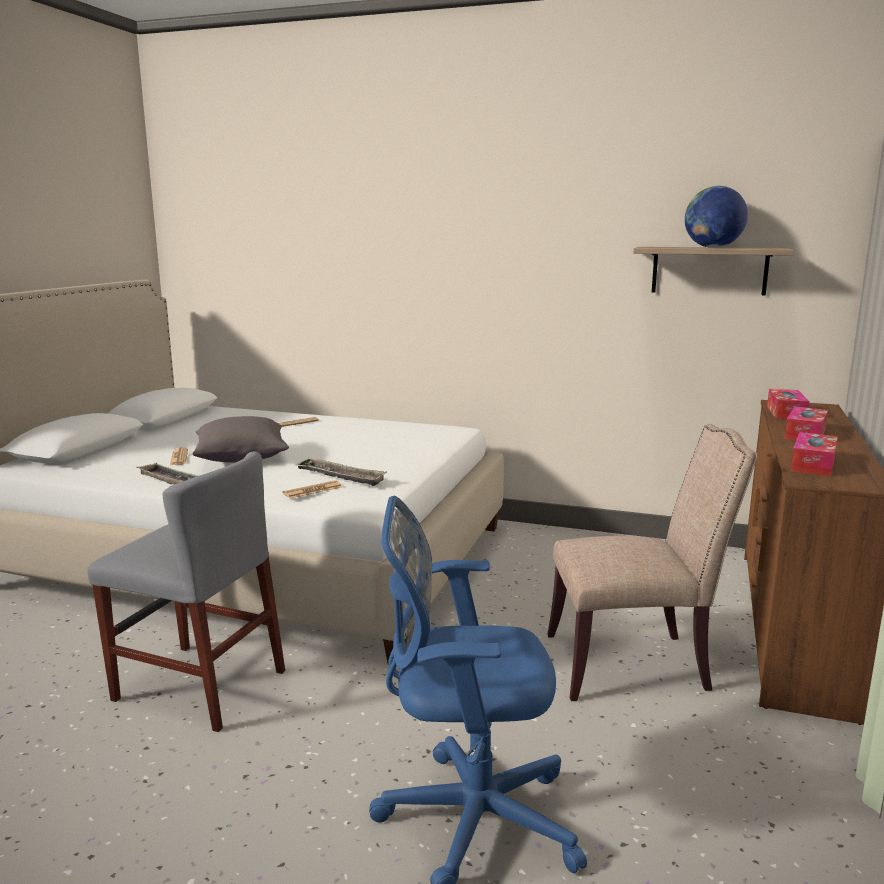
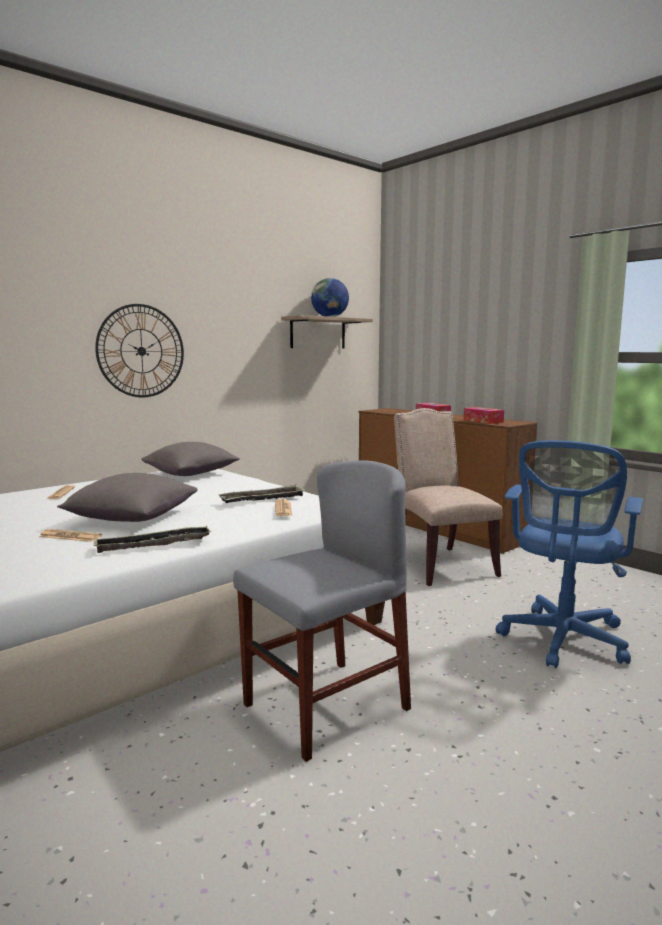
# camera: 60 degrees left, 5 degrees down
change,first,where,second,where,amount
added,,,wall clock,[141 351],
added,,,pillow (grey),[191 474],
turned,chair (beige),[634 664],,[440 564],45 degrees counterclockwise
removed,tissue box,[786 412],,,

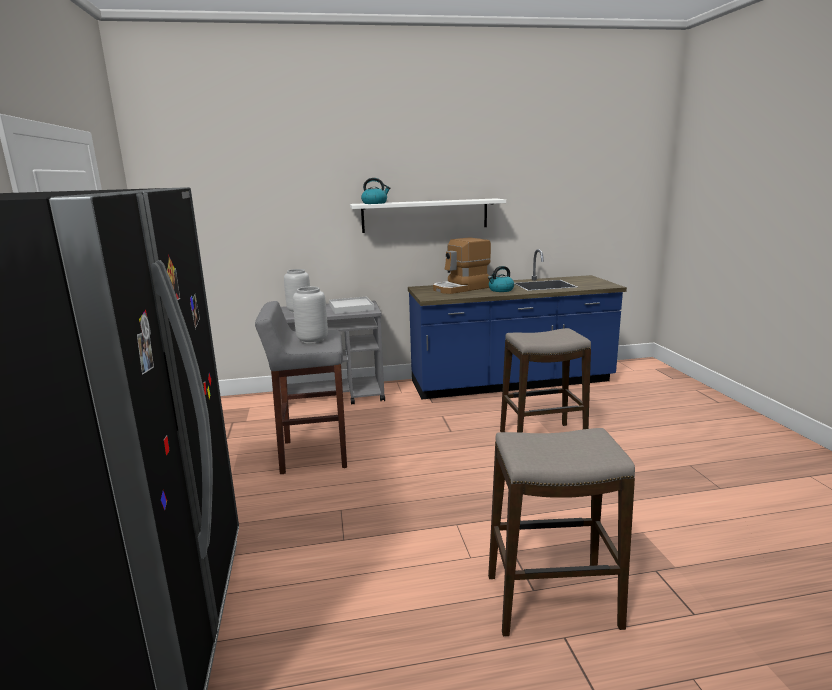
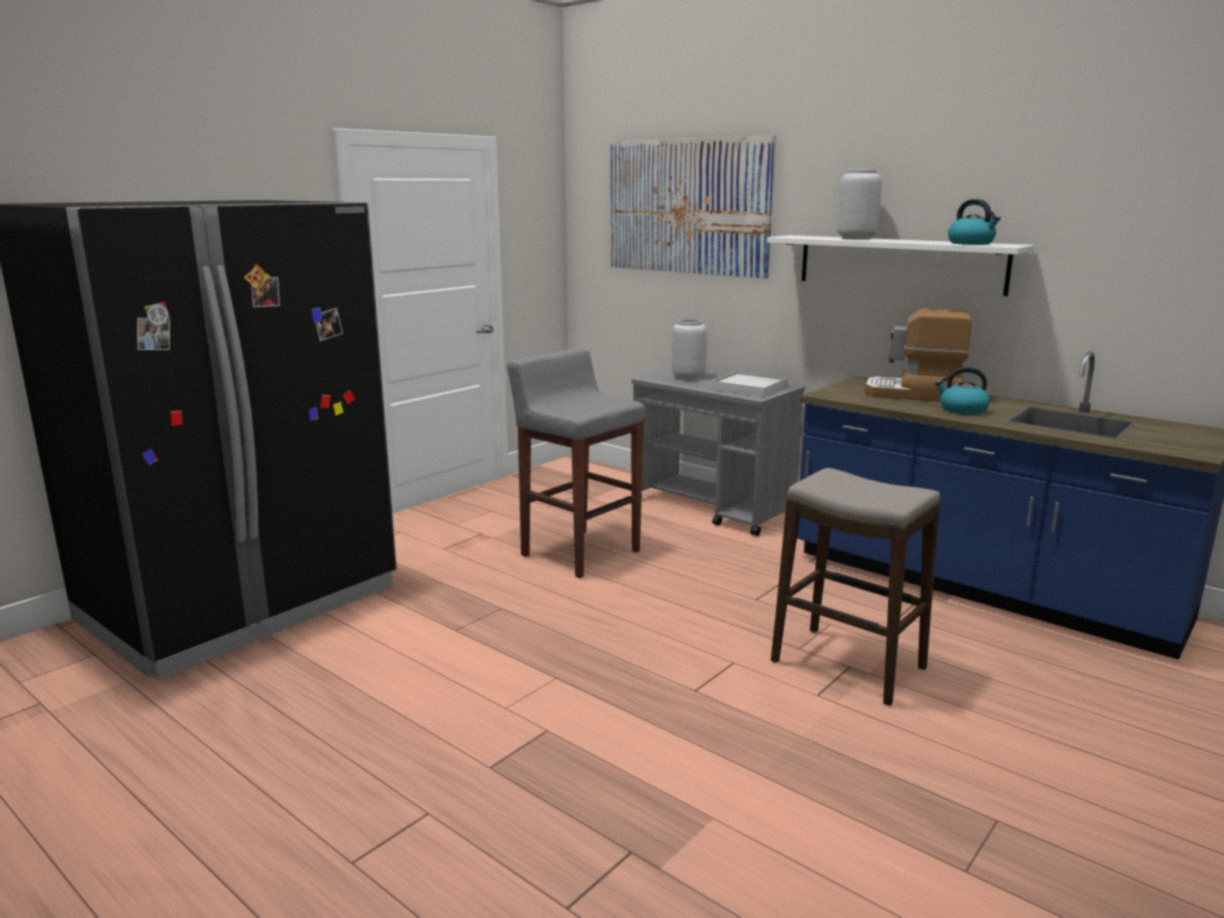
# camera: 50 degrees right, 0 degrees up
change,first,where,second,where,amount
added,,,picture,[687 206],
moved,vase (grey),[312 340],,[856 239],
moved,kettle,[375 203],,[971 243],
removed,stool,[553 602],,,

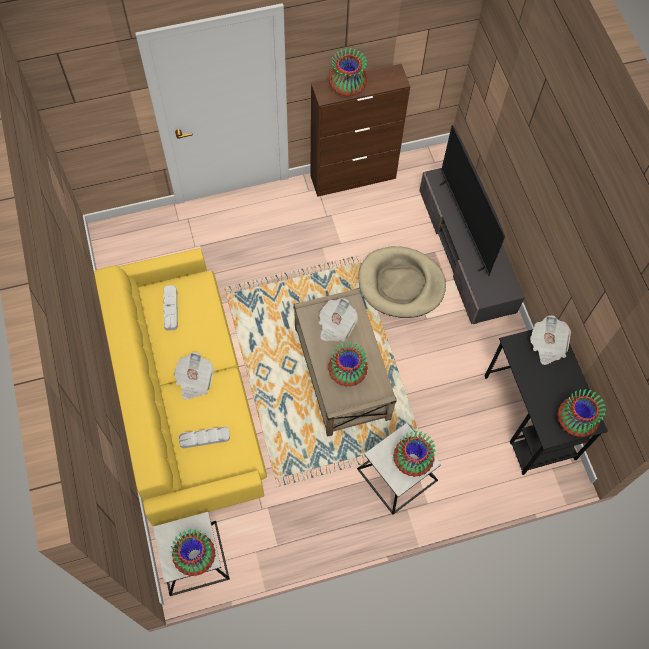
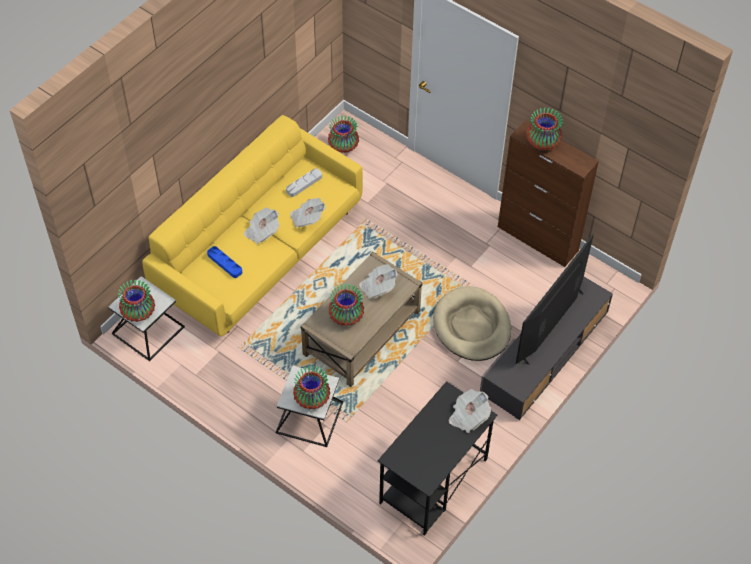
# camera: 55 degrees right, 10 degrees down
change,first,where,second,where,amount
recoloured,tray (grey),[204 438],tray (blue),[224 263],
added,,,newspaper,[307 218],
moved,vase,[574 421],,[343 146],

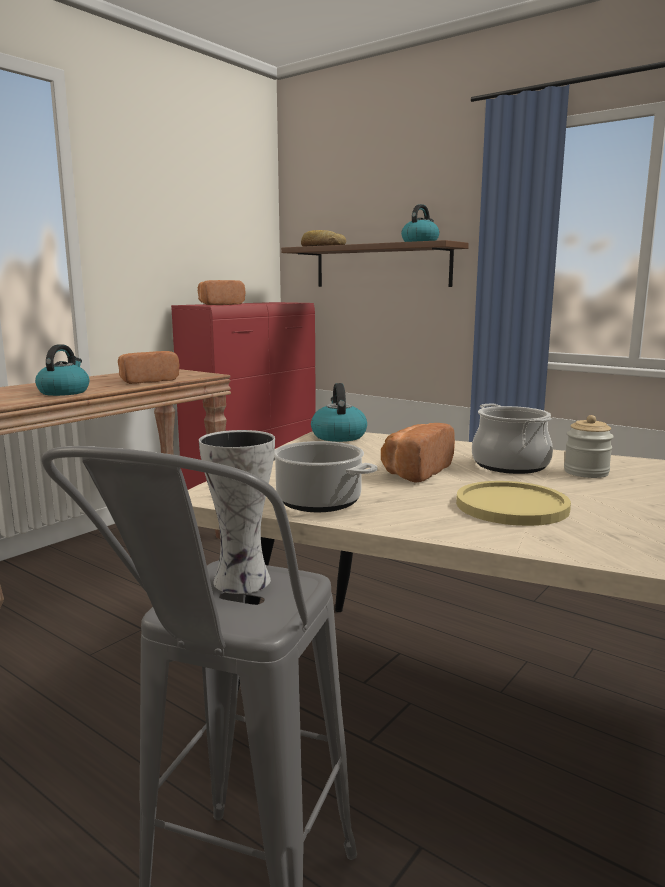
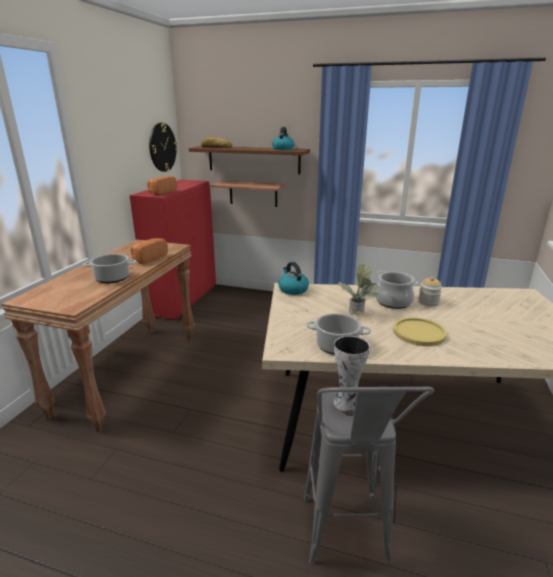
# camera: 20 degrees left, 10 degrees up
change,first,where,second,where,amount
replaced,kettle,[64 392],cooking pot,[112 278],
added,,,wall clock,[162 147],
added,,,shelf,[253 193],
replaced,bread,[414 471],potted plant,[357 314],

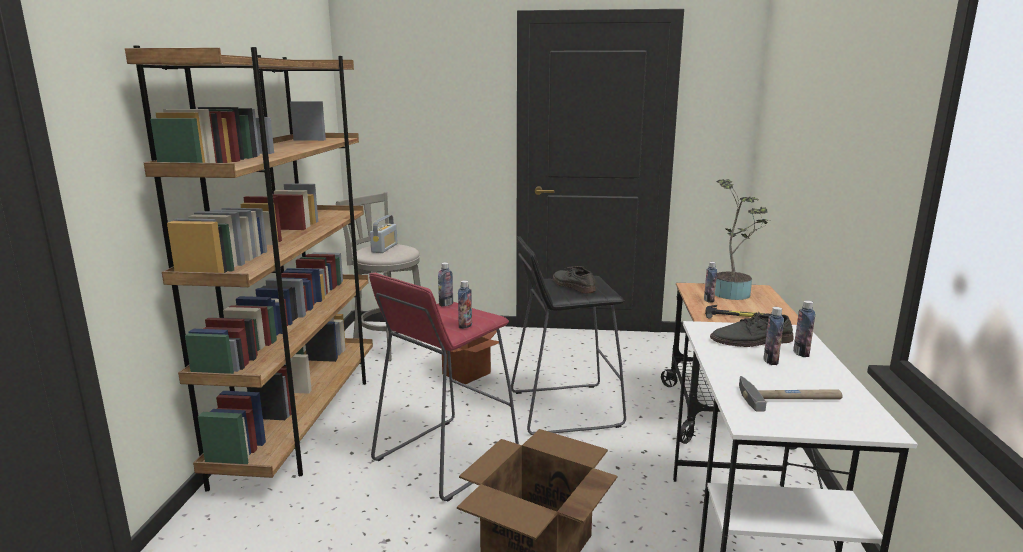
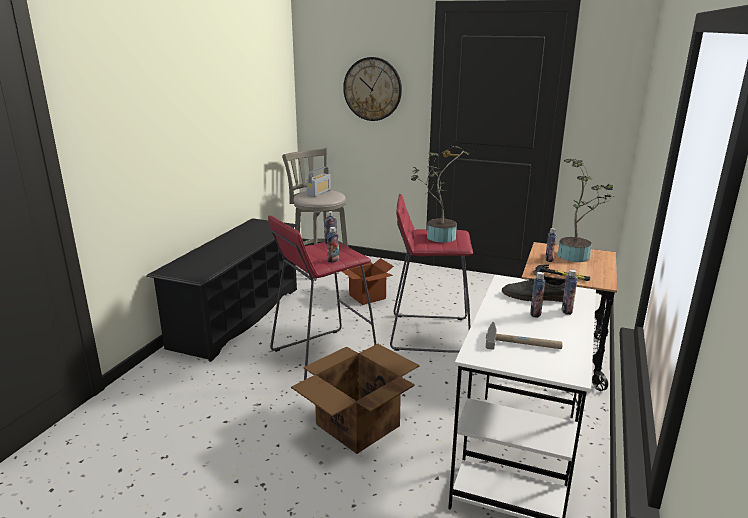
# camera: 15 degrees right, 5 degrees up
change,first,where,second,where,amount
replaced,bookcase (brown),[302 421],shoe rack (black),[236 316],
added,,,wall clock,[372 89],
recoloured,stool (black),[564 408],stool (red),[428 333],
replaced,shoe (grey),[572 285],potted plant,[437 237],

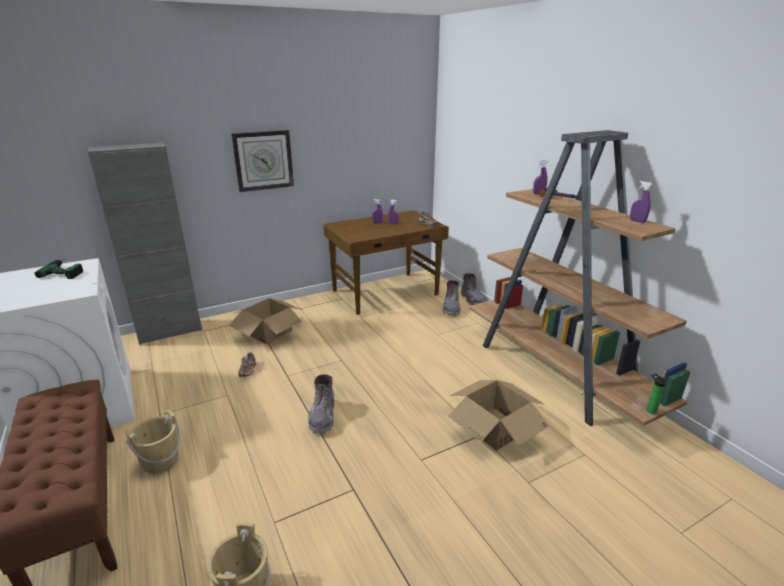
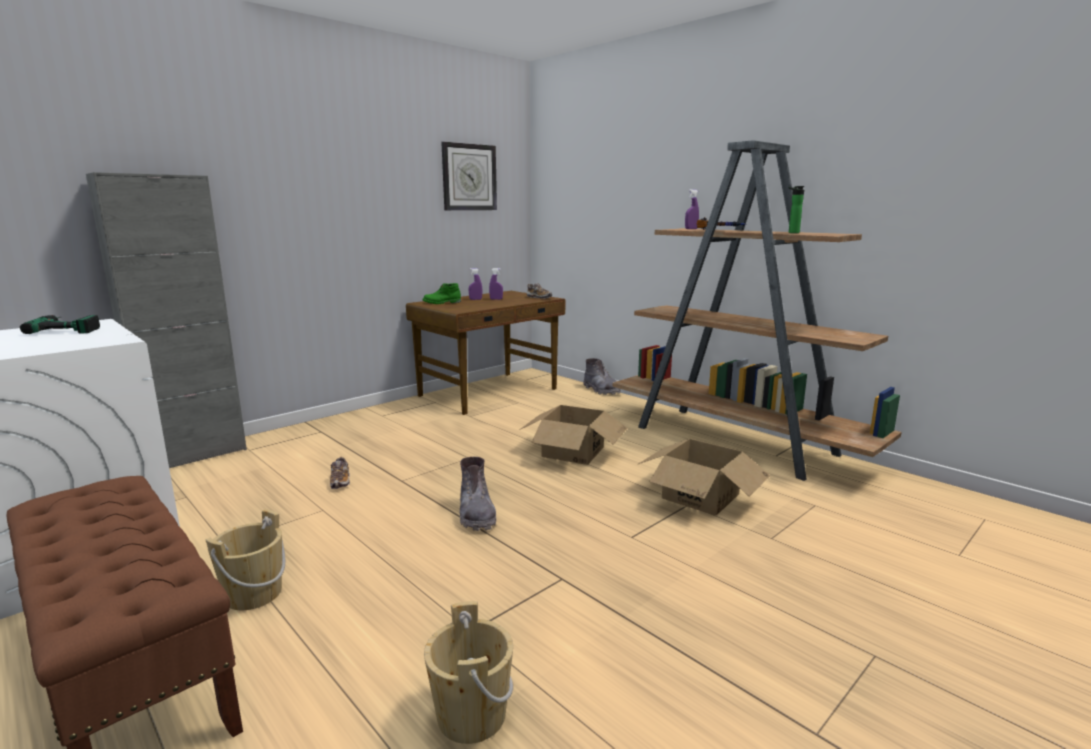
# camera: 15 degrees left, 10 degrees down
change,first,where,second,where,amount
added,,,boot (green),[442 303],
moved,wall clock,[263 160],,[469 177],
moved,cardboard box,[269 332],,[573 451],
moved,bottle,[650 410],,[792 233],
removed,boot (grey),[451 308],,,
removed,spray bottle (purple),[637 221],,,

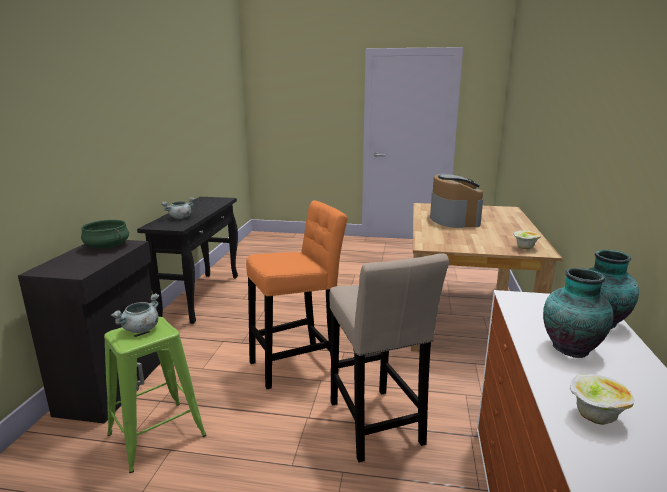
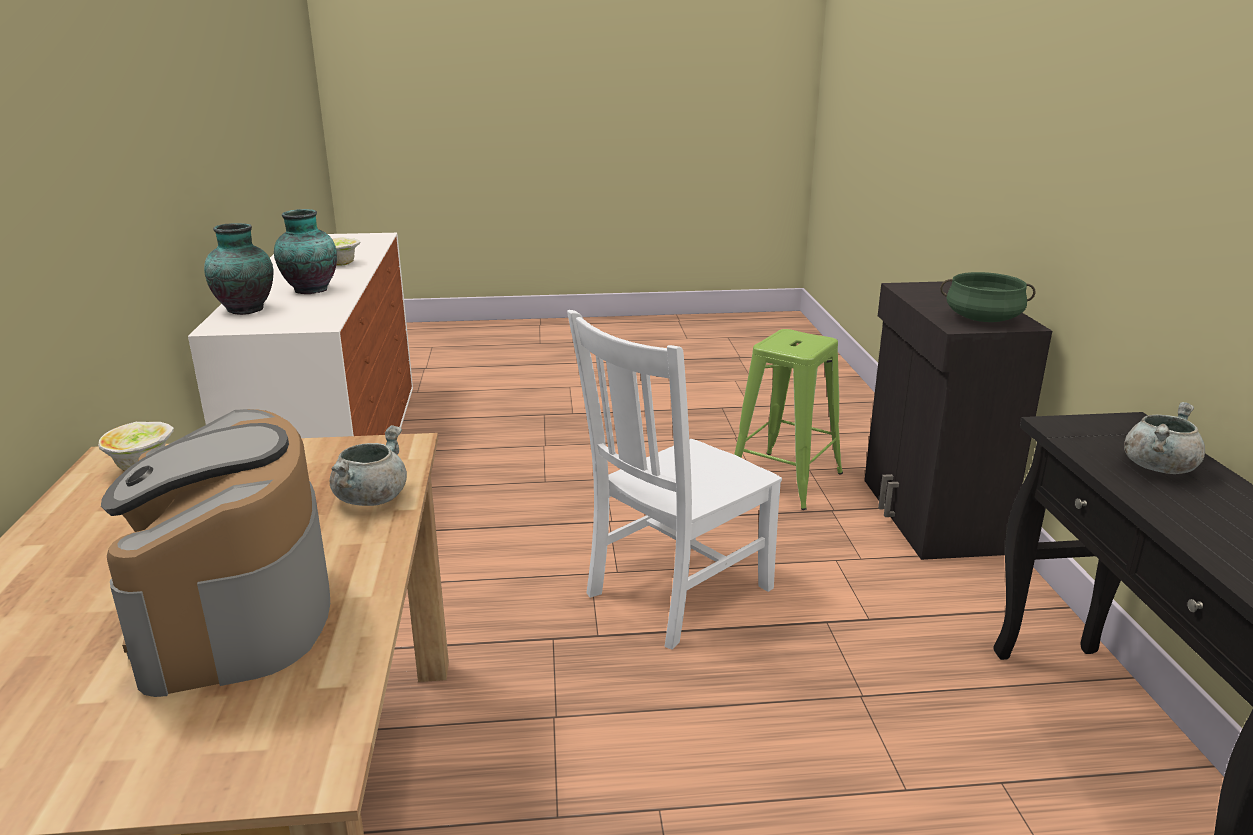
# camera: 165 degrees right, 5 degrees up
change,first,where,second,where,amount
moved,cooking pot (grey),[140 329],,[371 498],
replaced,stool (orange),[298 364],chair (white),[674 593],
removed,stool (beige),[376 427],,,

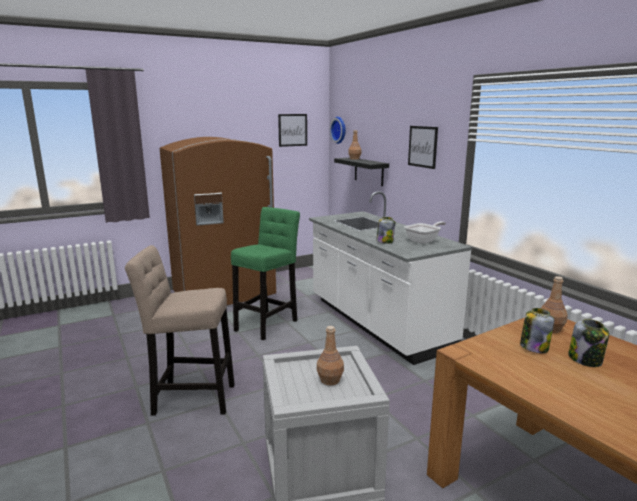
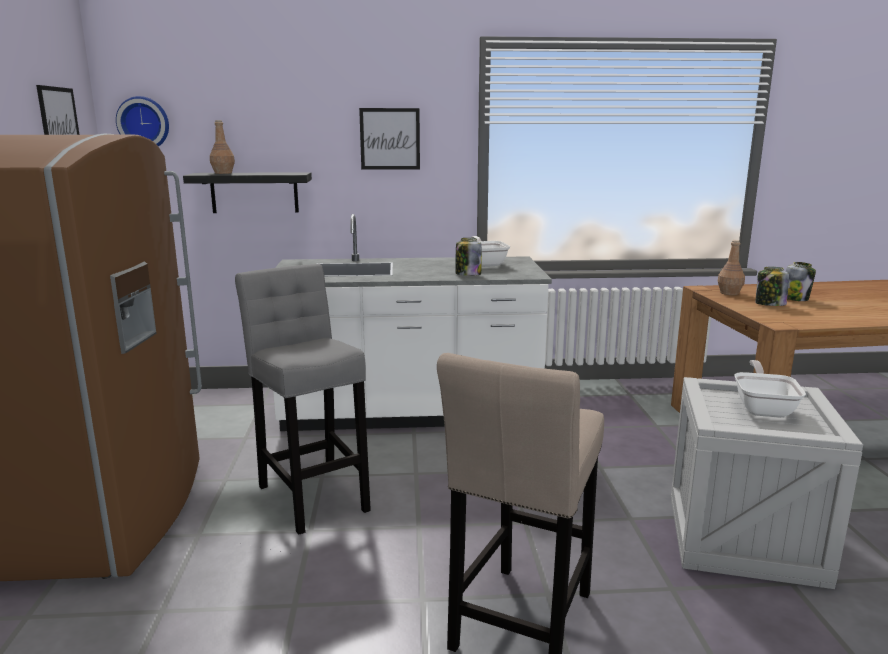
# camera: 65 degrees left, 0 degrees up
change,first,where,second,where,amount
recoloured,stool (green),[268 324],stool (grey),[312 494],
replaced,bottle (brown),[330 380],frying pan,[763 408],

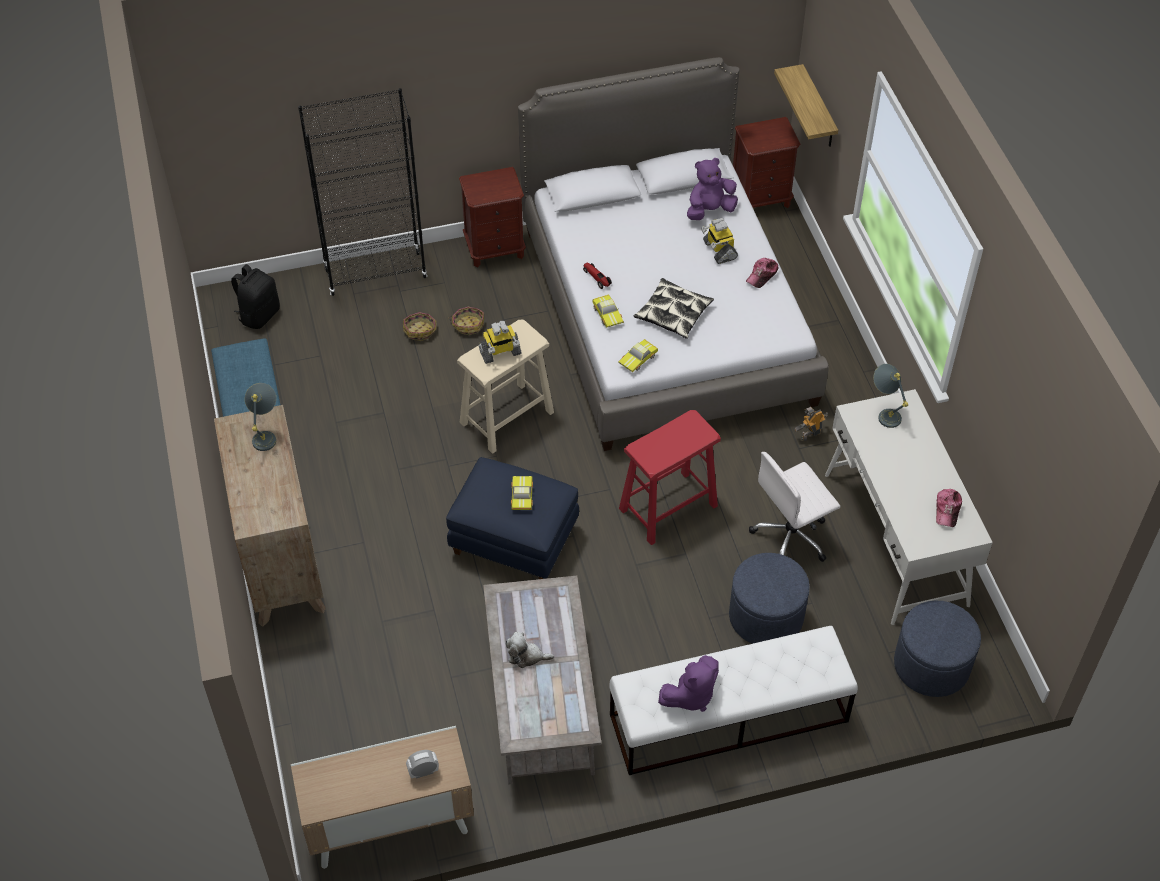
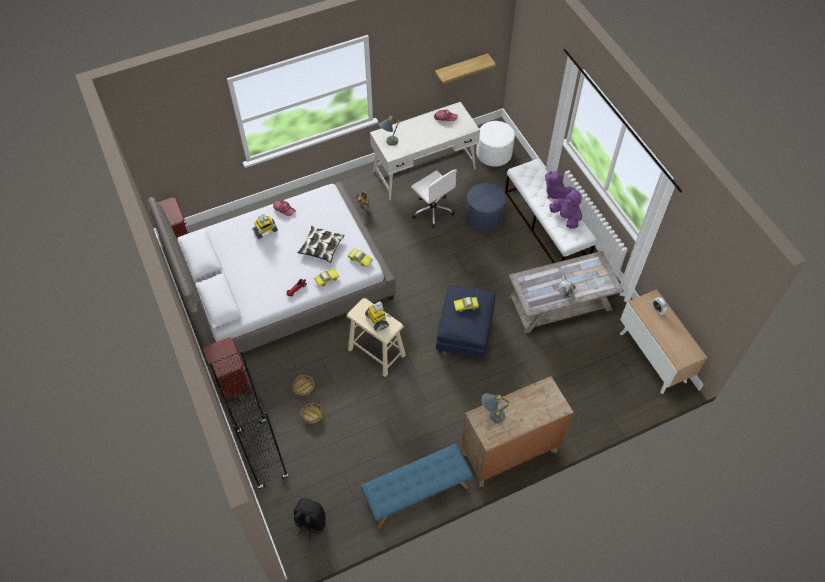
# camera: 100 degrees left, 5 degrees up
change,first,where,second,where,amount
moved,shelf,[818 108],,[461 68],
recoloured,ottoman (blue),[931 665],ottoman (white),[494 154],
moved,plush toy (purple),[709 210],,[555 193],
removed,stool (red),[668 507],,,

